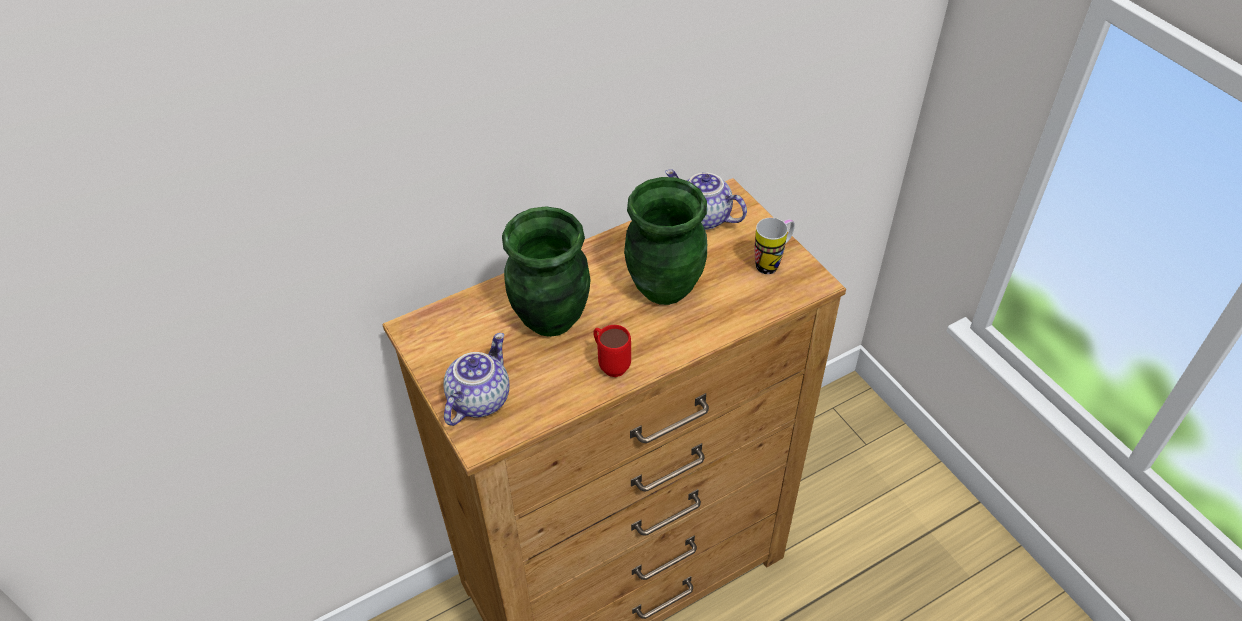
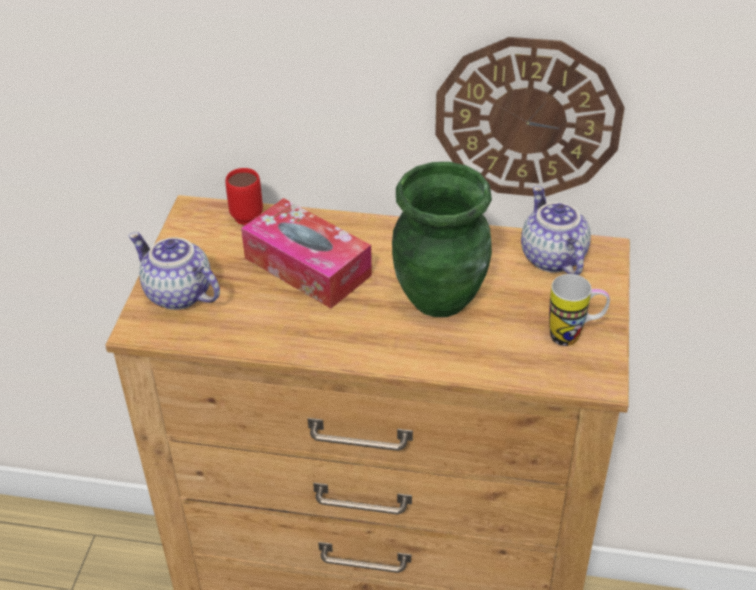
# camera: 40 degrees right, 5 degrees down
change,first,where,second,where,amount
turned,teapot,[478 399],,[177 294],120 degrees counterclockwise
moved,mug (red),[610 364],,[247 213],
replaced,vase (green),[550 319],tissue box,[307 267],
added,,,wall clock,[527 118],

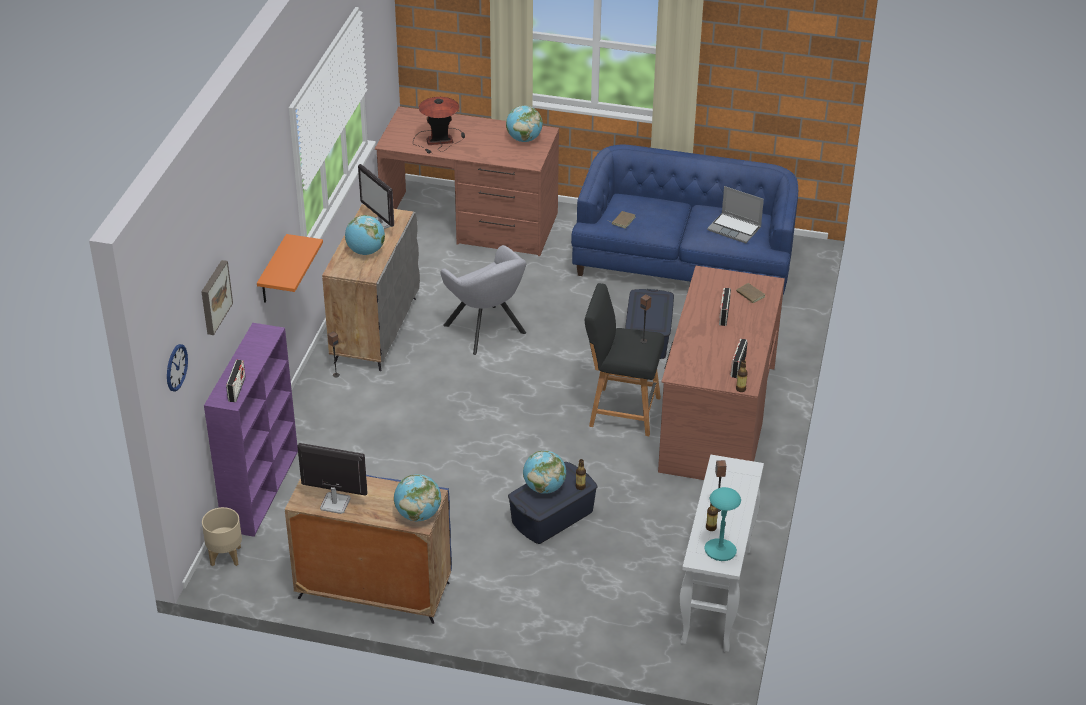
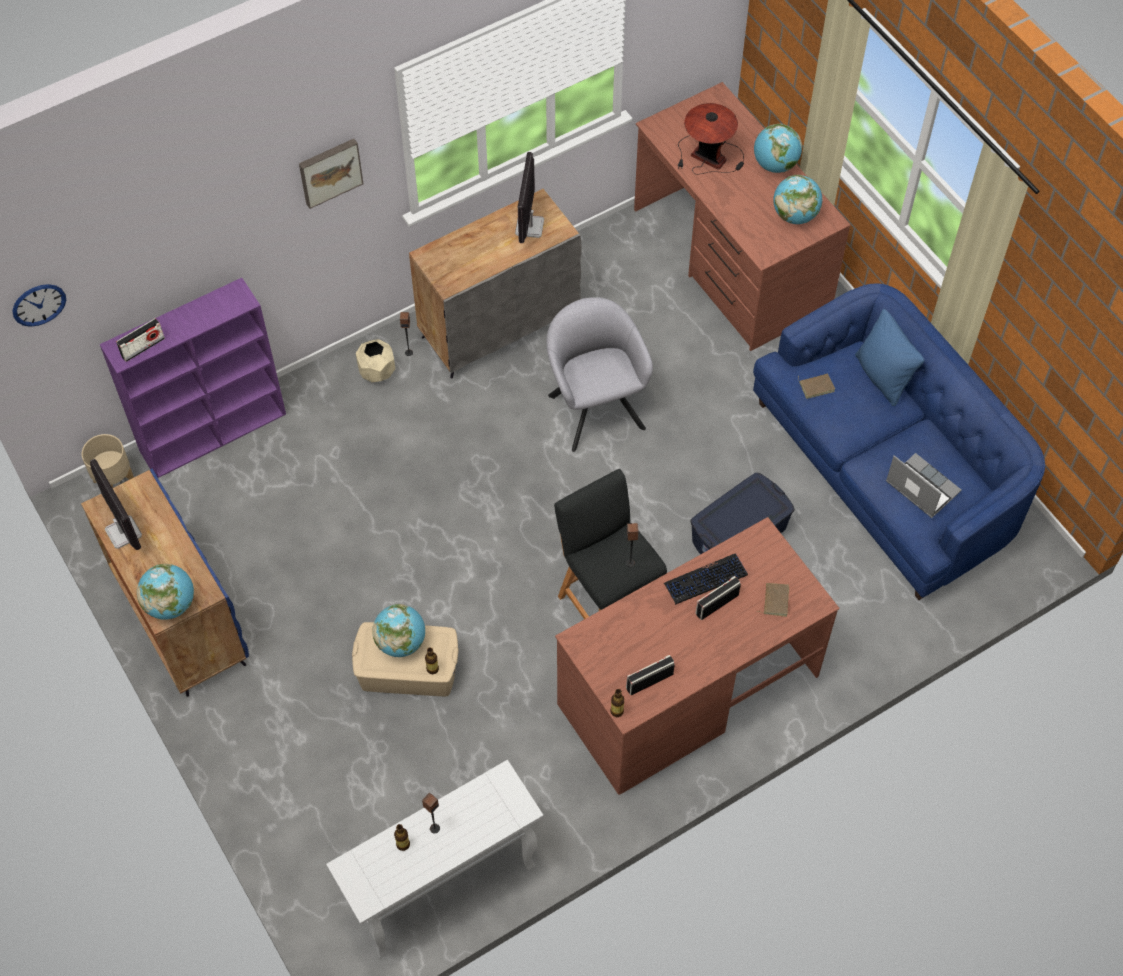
# camera: 45 degrees right, 20 degrees up
change,first,where,second,where,amount
moved,picture,[214 297],,[329 171],
recoloured,storage box (blue),[551 516],storage box (beige),[408 670],
added,,,planter (beige),[376 371],
turned,armchair (grey),[487 331],,[595 406],150 degrees clockwise
added,,,keyboard,[705 580],
moved,globe,[366 251],,[775 165],
added,,,pillow (blue),[882 376],
turned,laptop,[735 229],,[921 487],150 degrees clockwise
removed,shelf (orange),[273 271],,,
removed,table lamp (turquoise),[720 551],,,

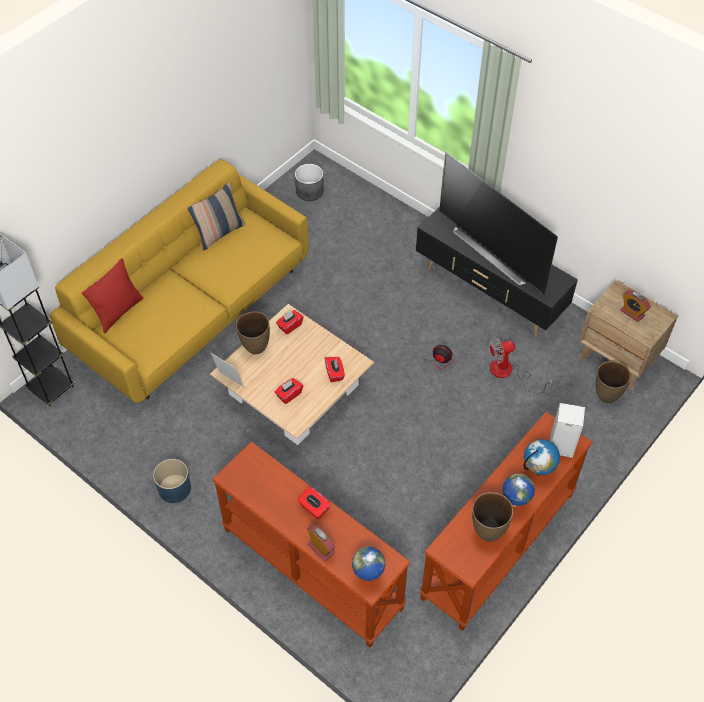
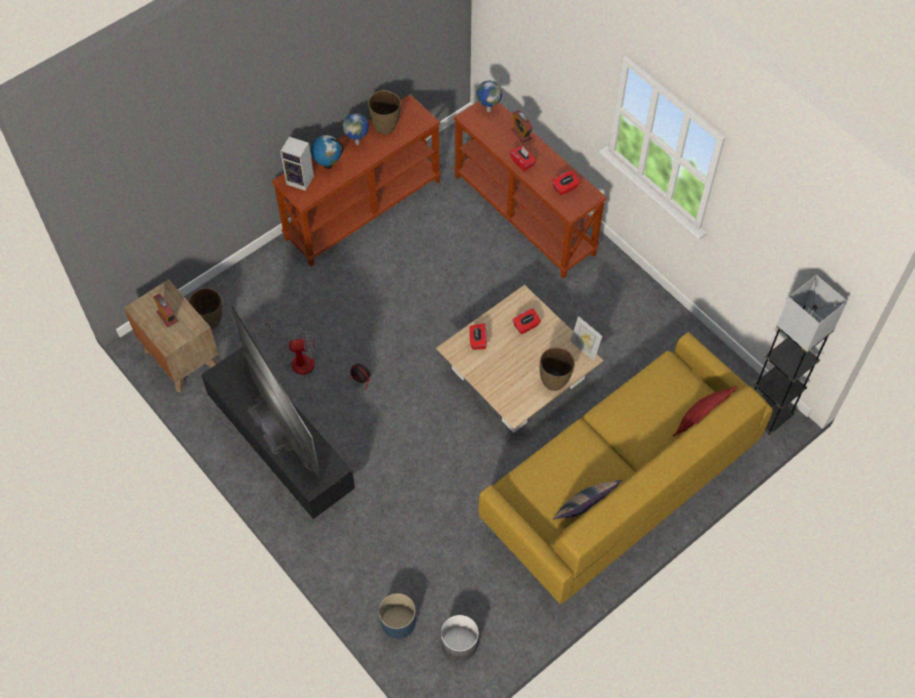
# camera: 170 degrees left, 5 degrees up
change,first,where,second,where,amount
moved,planter (blue),[175 488],,[398 622],
moved,tissue box (red),[290 326],,[565 188],

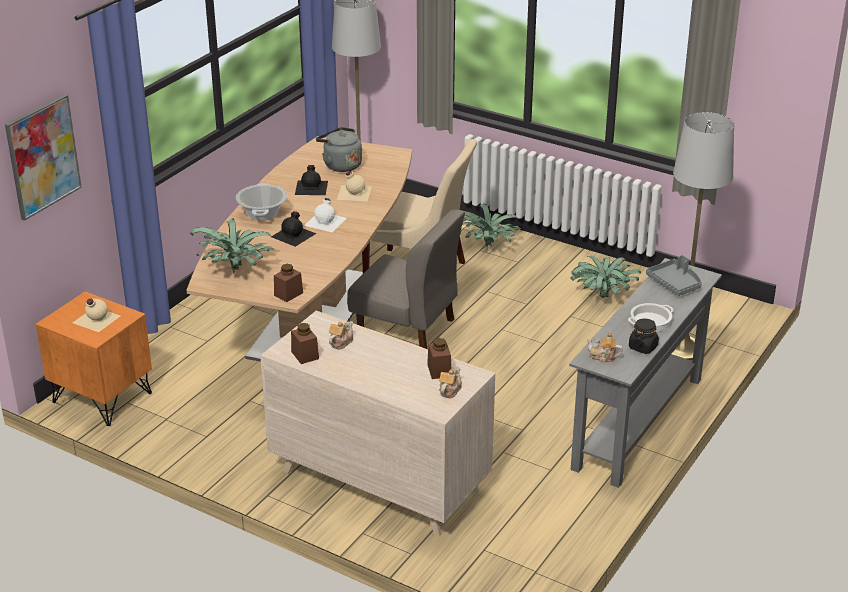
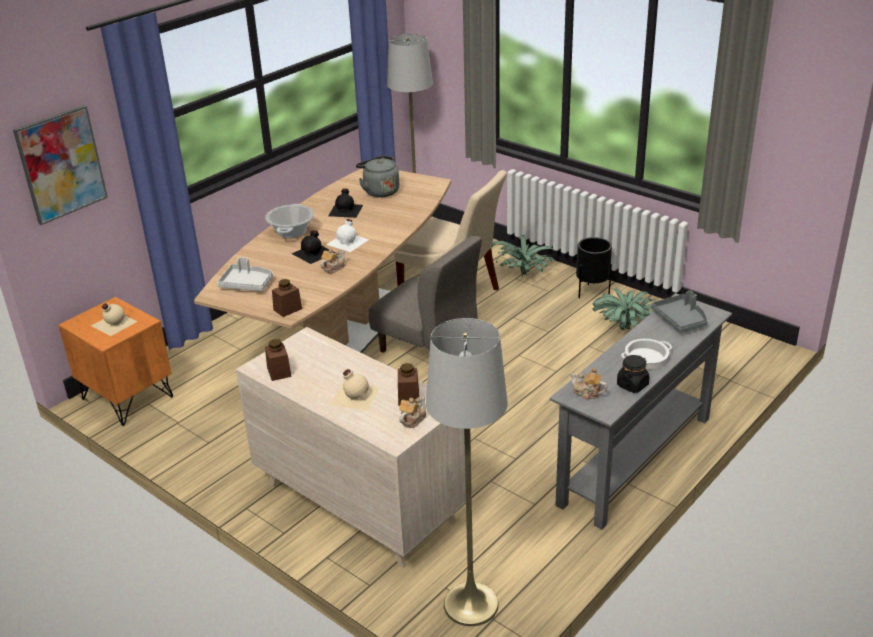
# camera: 10 degrees right, 0 degrees up
change,first,where,second,where,amount
replaced,potted plant,[236 270],tray (grey),[247 284],
moved,teapot,[340 342],,[333 268],
moved,bottle (beige),[353 192],,[354 395],
moved,floor lamp (grey),[682 348],,[470 604],
added,,,planter (black),[592 293],

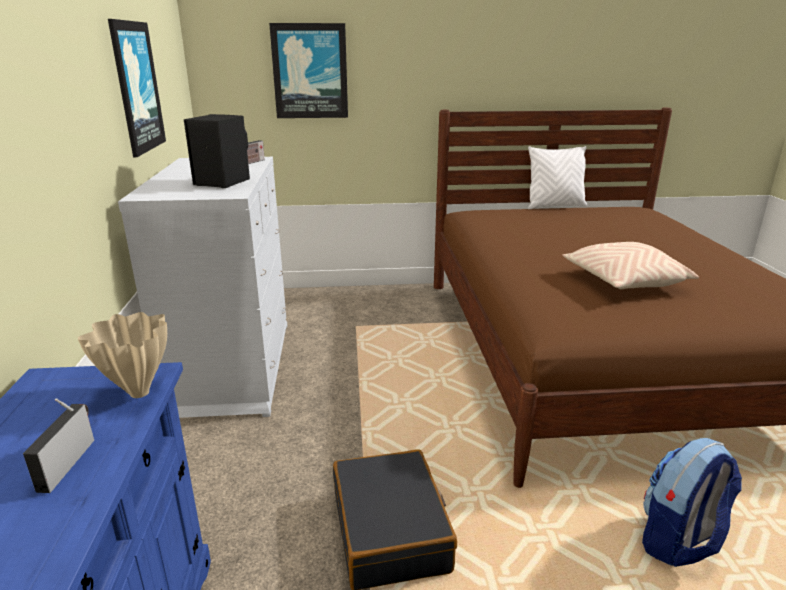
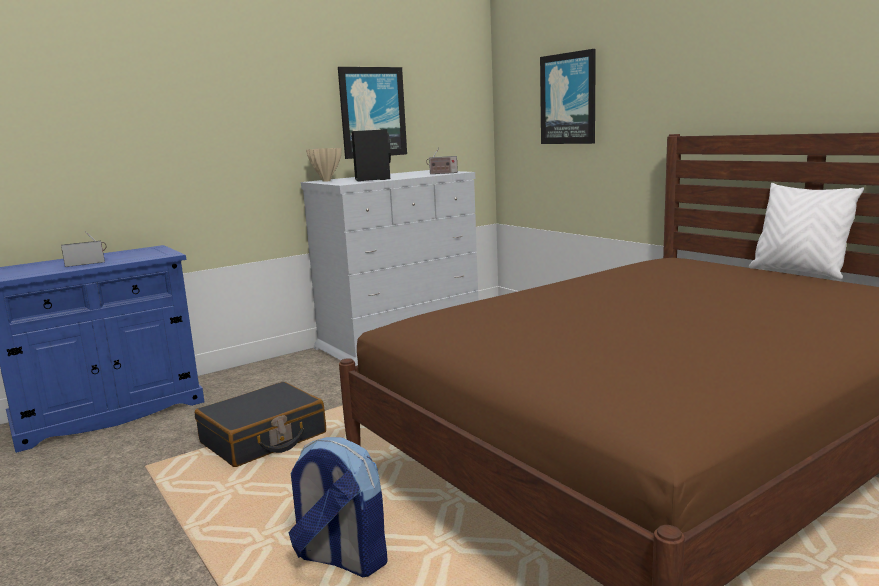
# camera: 60 degrees right, 10 degrees down
change,first,where,second,where,amount
moved,vase (beige),[139 392],,[326 181],
removed,pillow (beige),[623 282],,,

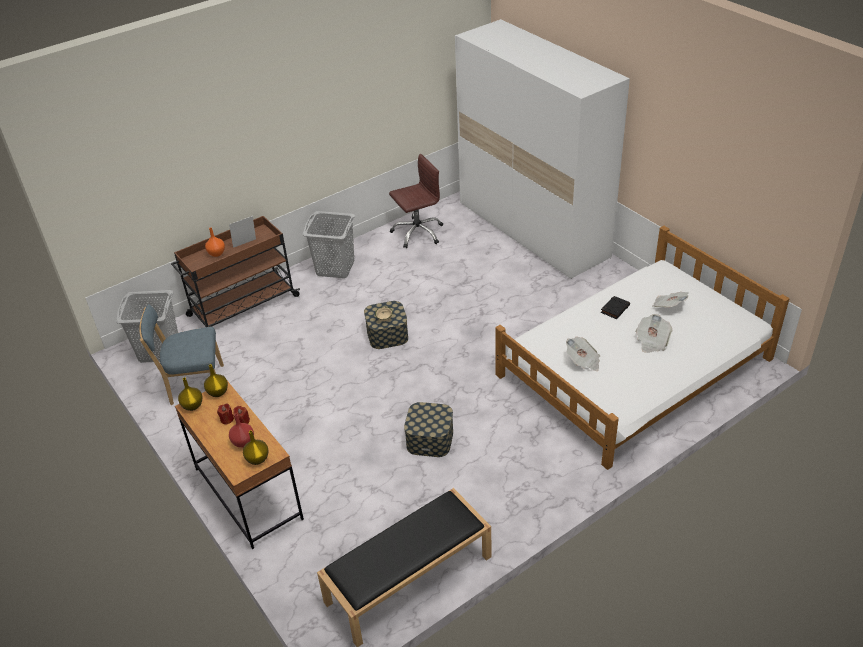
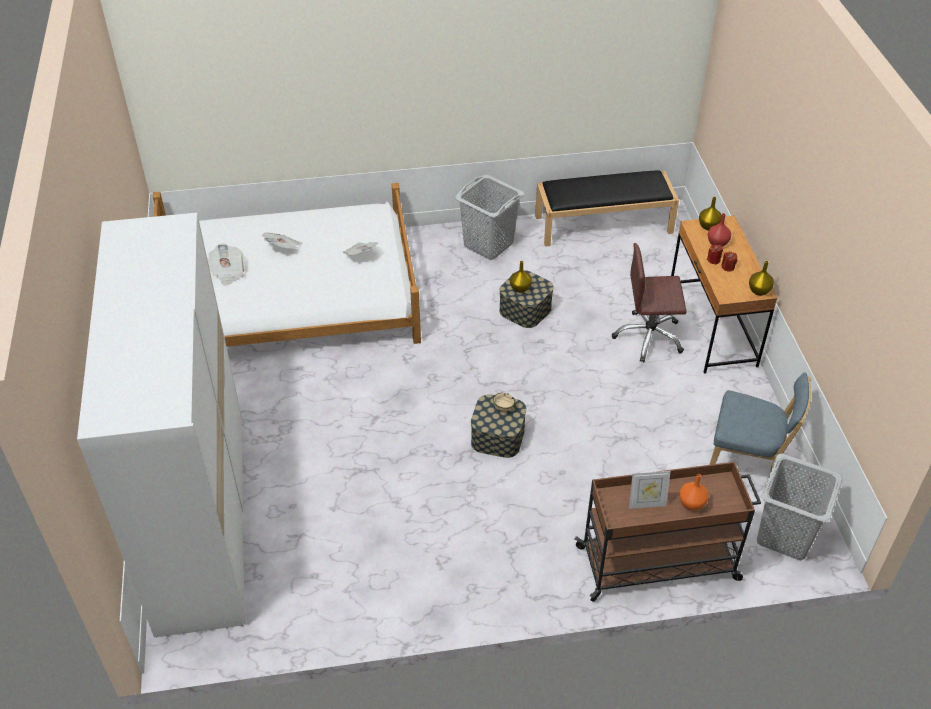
# camera: 155 degrees left, 5 degrees up
change,first,where,second,where,amount
moved,laundry basket (grey),[335 268],,[488 245],
moved,vase (yellow),[217 393],,[520 288],
moved,office chair (brown),[417 233],,[648 337],
removed,book (black),[615 309],,,

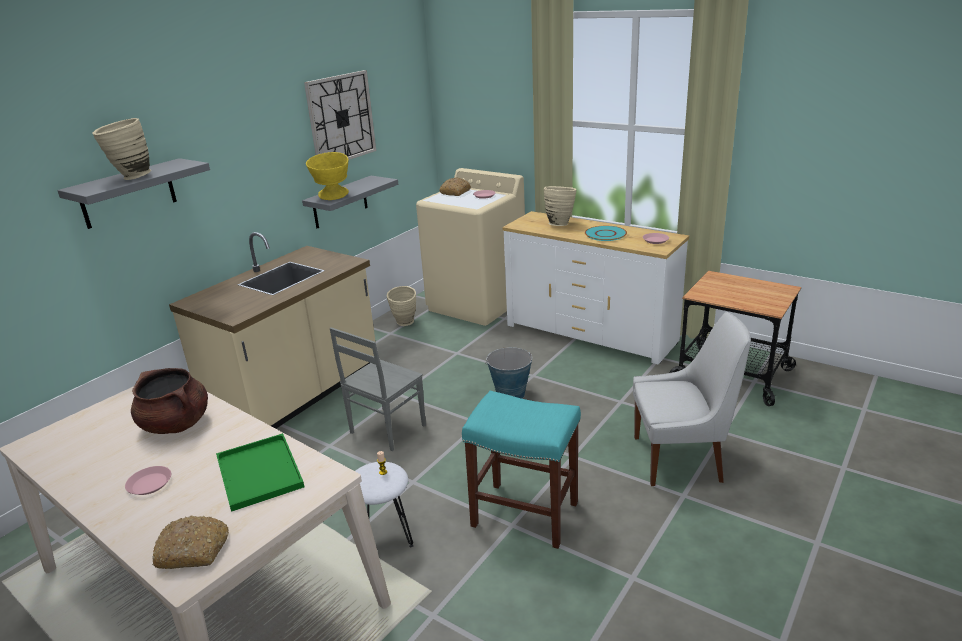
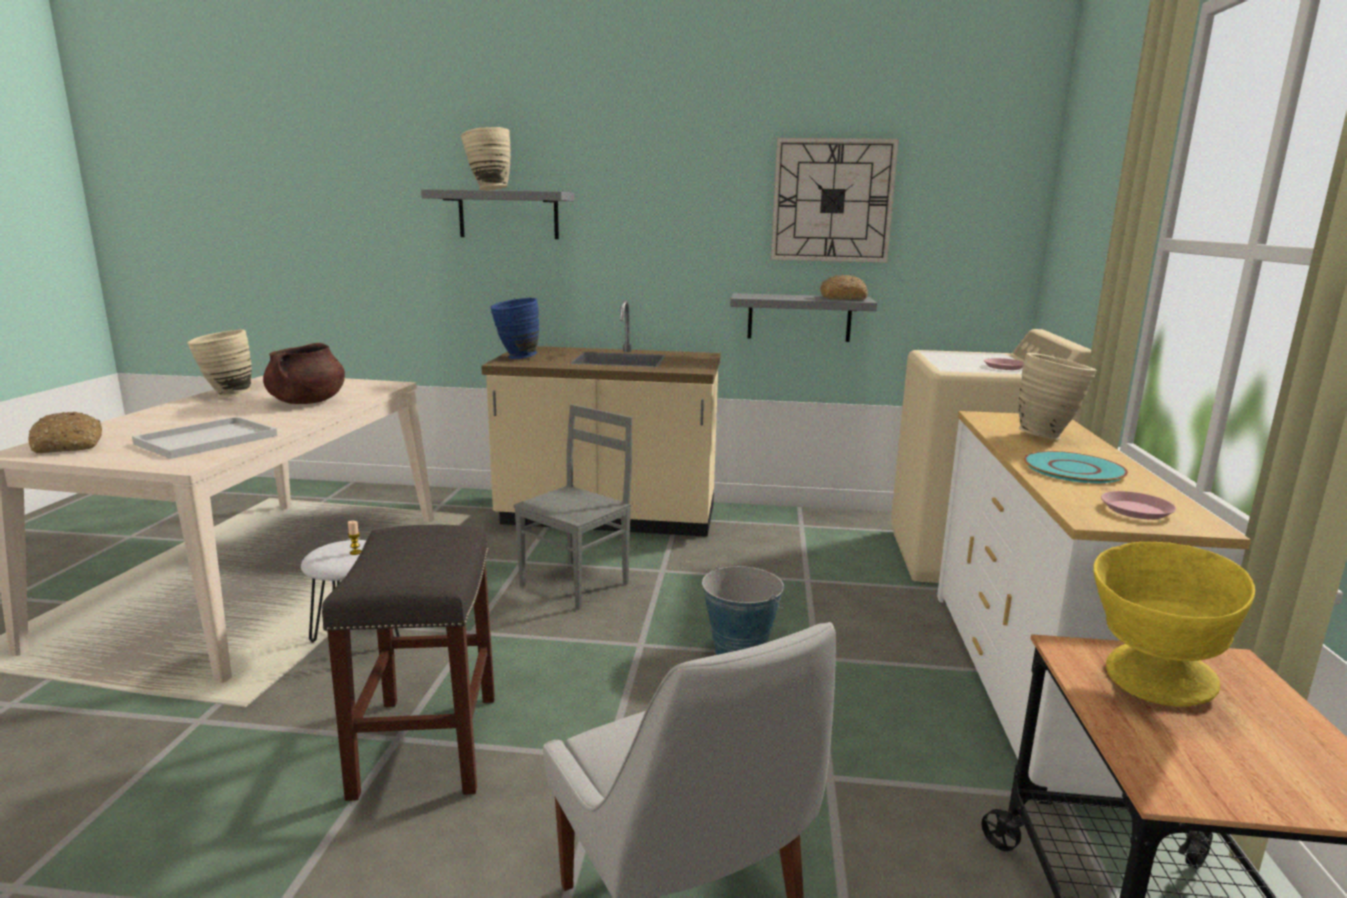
# camera: 60 degrees right, 10 degrees down
change,first,where,second,where,amount
recoloured,tray (green),[261 473],tray (white),[205 440],
moved,vase (beige),[405 324],,[225 396],
recoloured,stool (turquoise),[526 514],stool (grey),[428 746],
added,,,vase (blue),[516 358],
turned,chair (grey),[386 429],,[576 584],120 degrees clockwise
moved,bread,[455 192],,[843 298],
moved,bowl (yellow),[332 197],,[1147 686],
removed,plate (pink),[150 484],,,

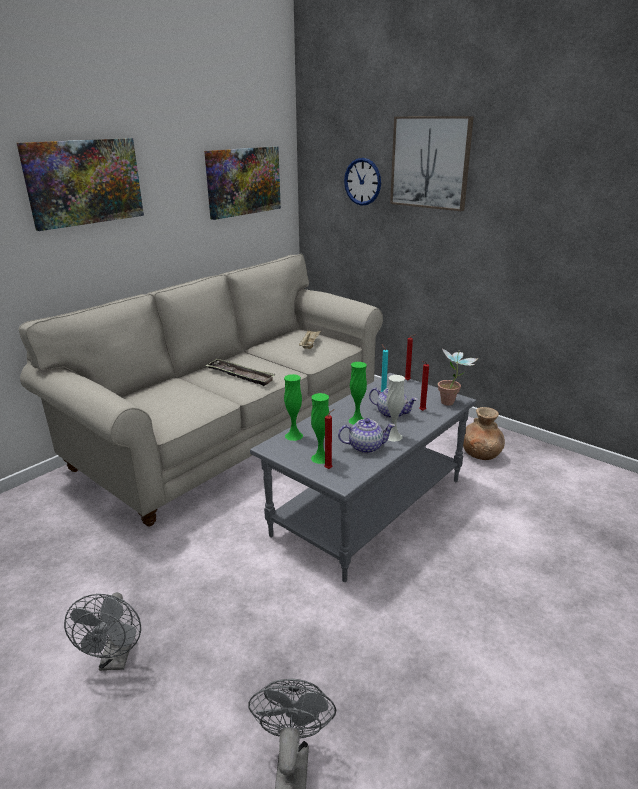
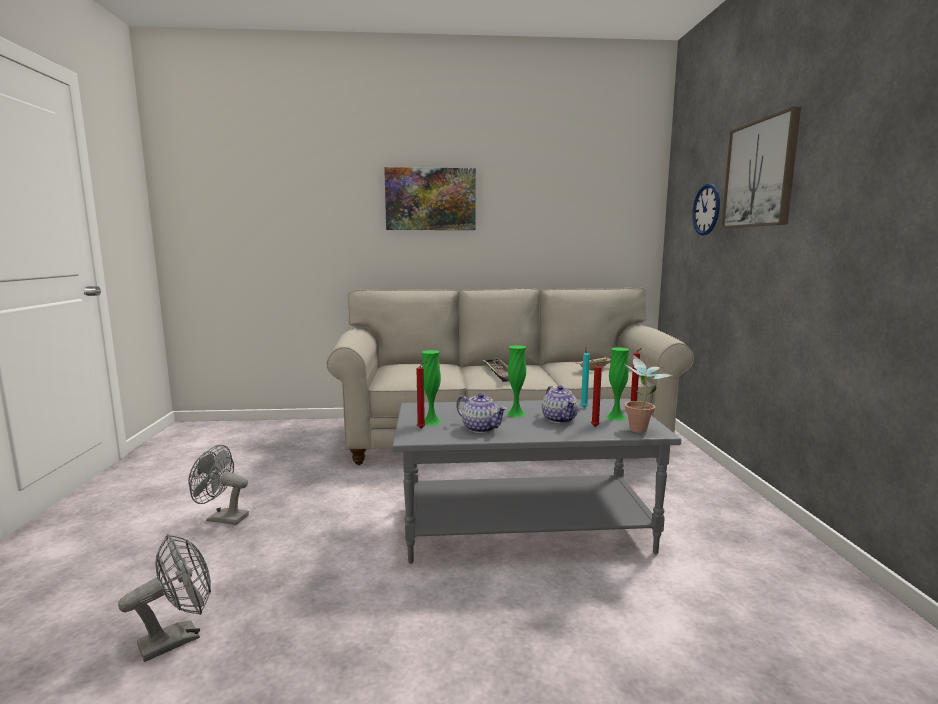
# camera: 45 degrees right, 15 degrees down
change,first,where,second,where,amount
turned,fan (grey),[116 659],,[222 518],60 degrees clockwise
moved,vase (green),[294 436],,[616 417],
removed,picture,[243 181],,,
removed,vase (white),[393 436],,,
removed,vase (brown),[481 454],,,

